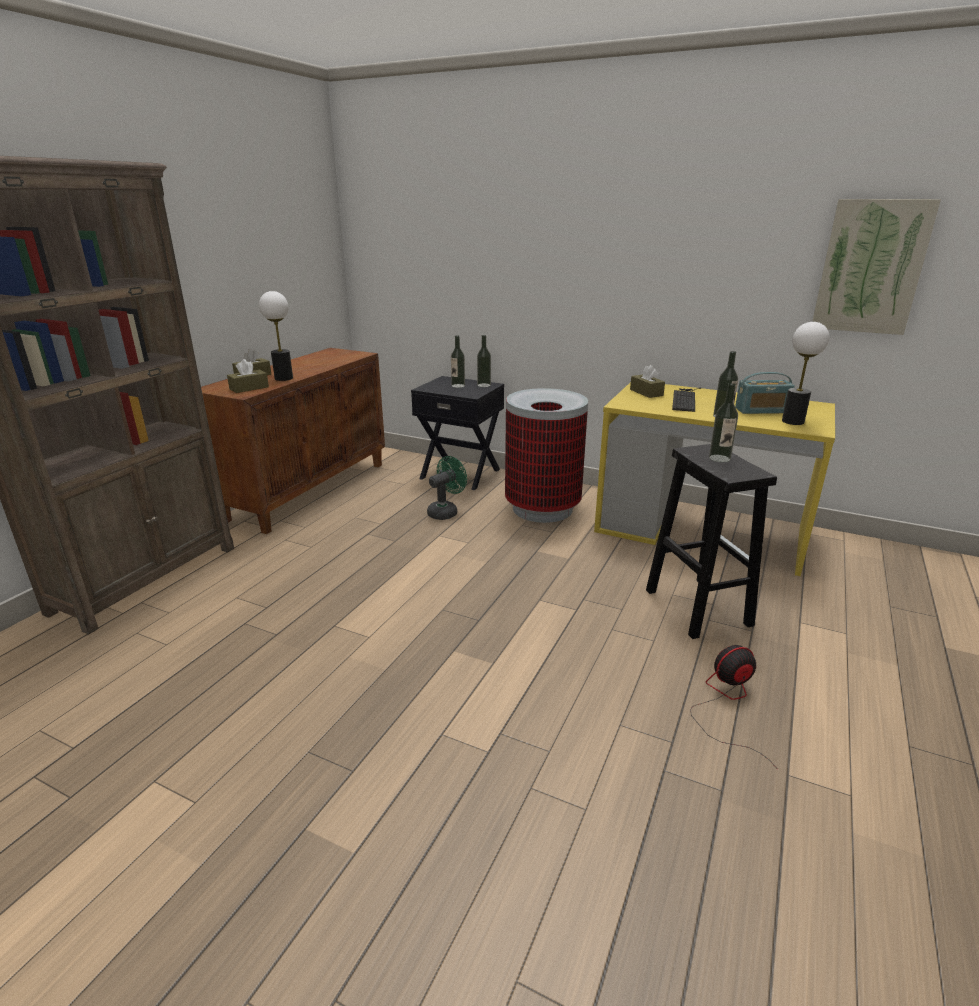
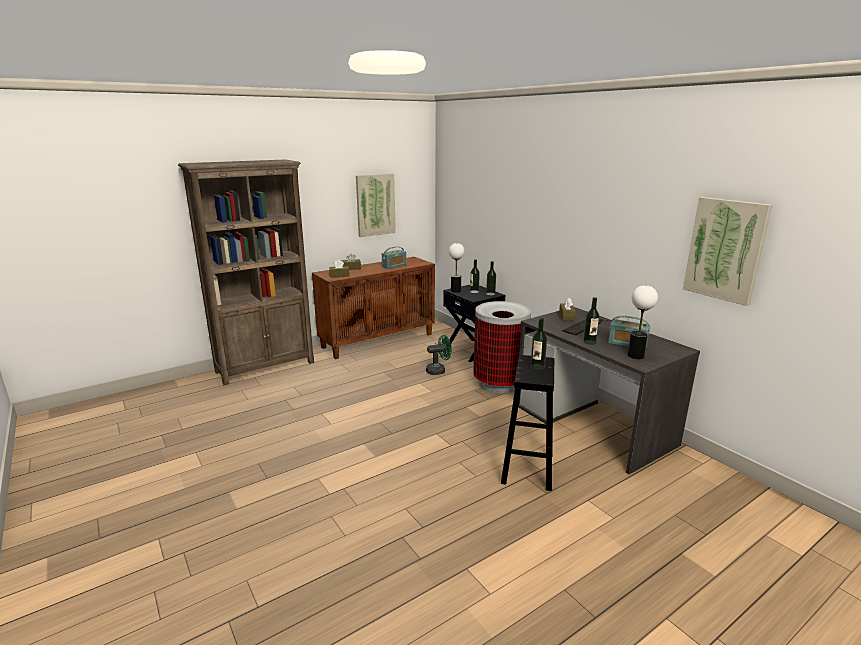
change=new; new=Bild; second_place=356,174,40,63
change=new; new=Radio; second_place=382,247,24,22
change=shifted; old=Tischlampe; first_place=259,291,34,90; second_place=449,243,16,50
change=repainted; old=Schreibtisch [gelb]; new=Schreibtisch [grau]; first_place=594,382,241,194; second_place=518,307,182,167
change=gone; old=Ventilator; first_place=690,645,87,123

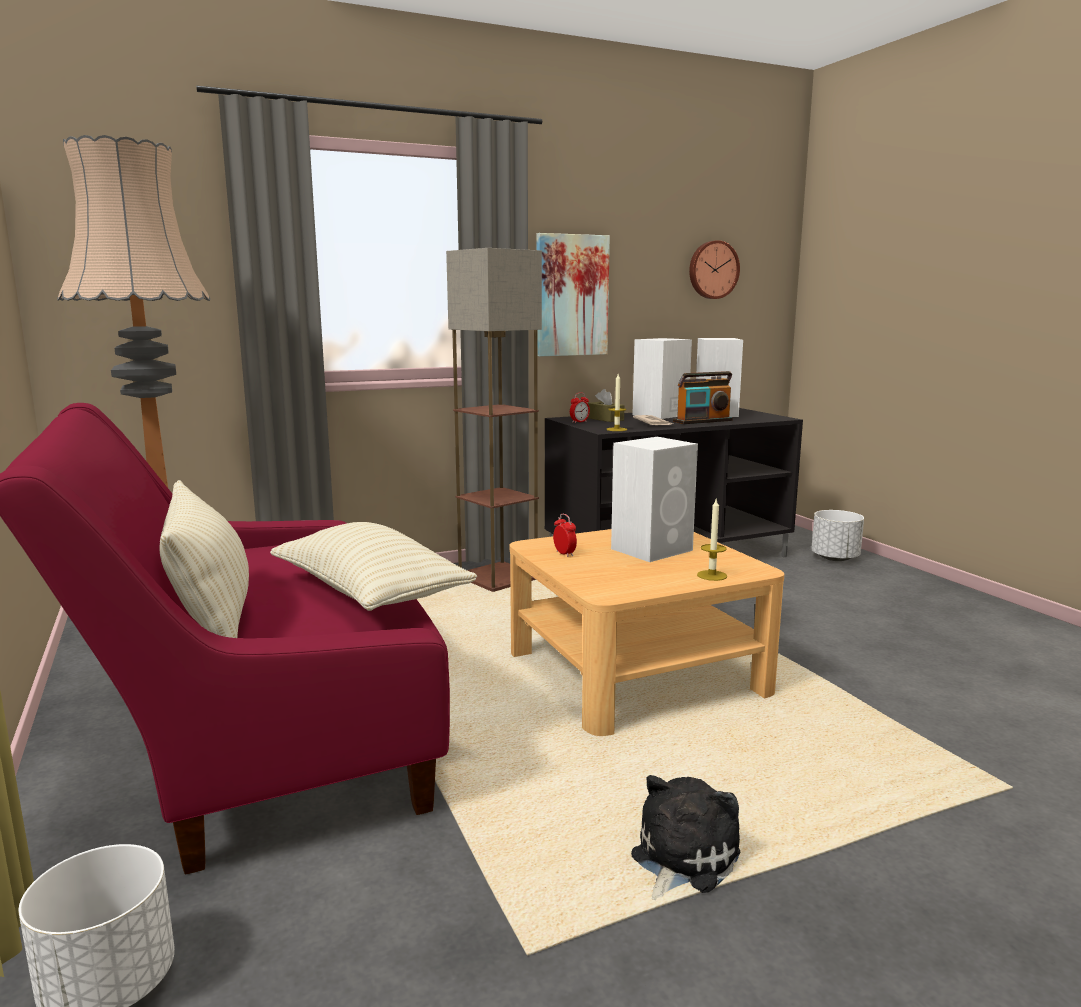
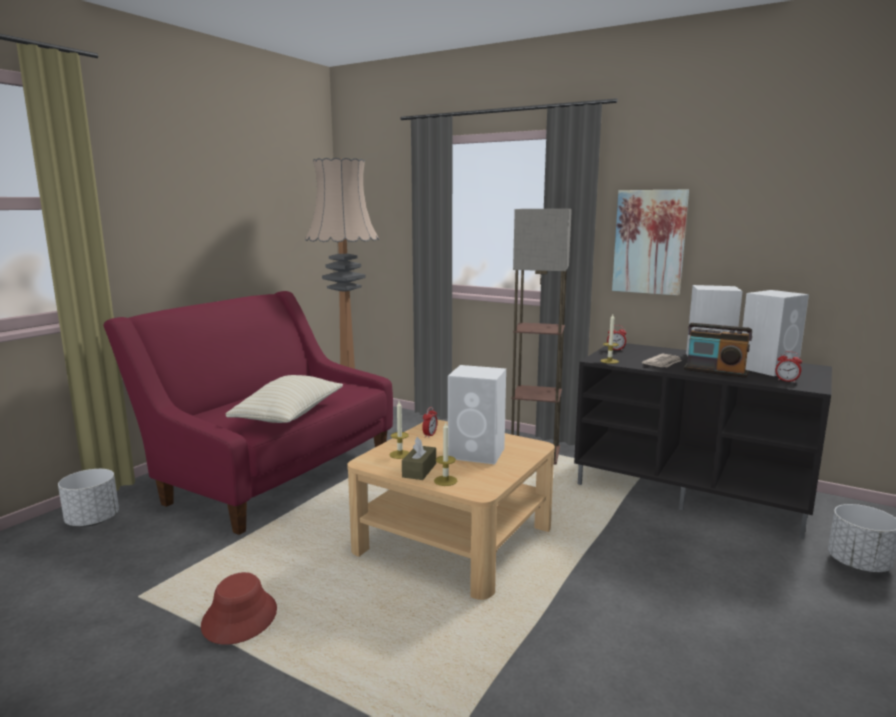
change=swapped; old=Plüschtier; new=Hut [rot]; first_place=631,775,110,125; second_place=201,572,76,73
change=new; new=Kerze; second_place=390,401,19,58
change=shifted; old=Taschentuchbox [braun]; first_place=588,389,36,33; second_place=402,437,34,43
change=new; new=Wecker; second_place=775,351,27,32
change=gone; old=Kissen [beige]; first_place=159,480,90,158
change=gone; old=Wanduhr; first_place=689,240,51,59

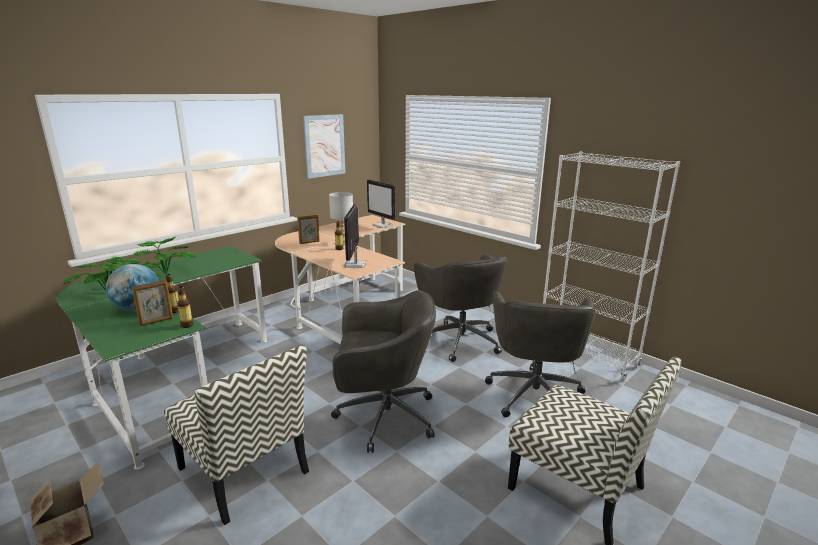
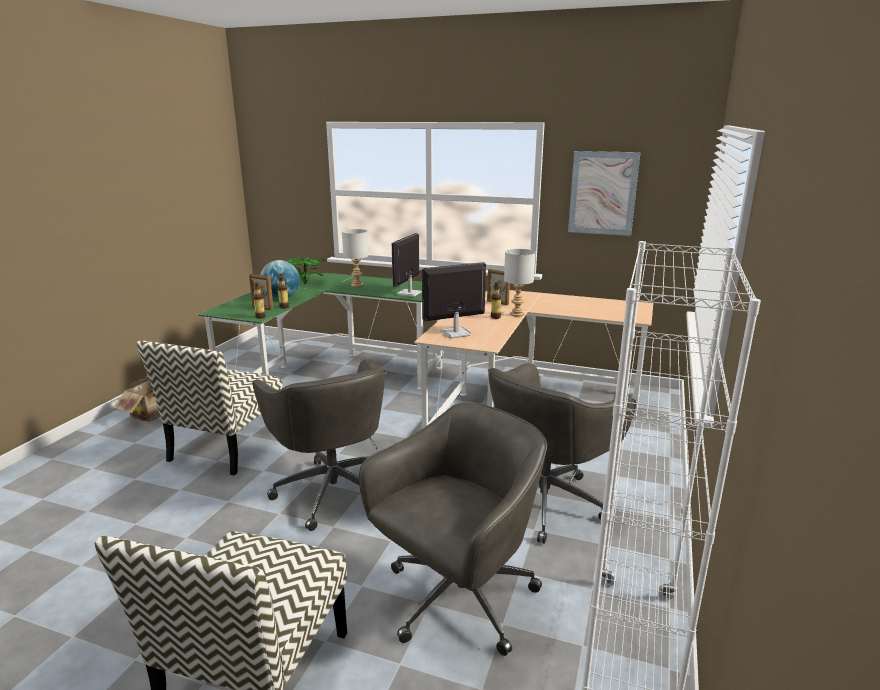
change=swapped; old=Topfpflanze; new=Tischlampe [grau]; first_place=133,237,62,37; second_place=342,229,27,58
change=rotated; old=Bürostuhl [grau]; first_place=485,291,111,126; second_place=359,403,188,253; degrees=150
change=shifted; old=Monitor; first_place=367,180,29,48; second_place=392,233,30,64

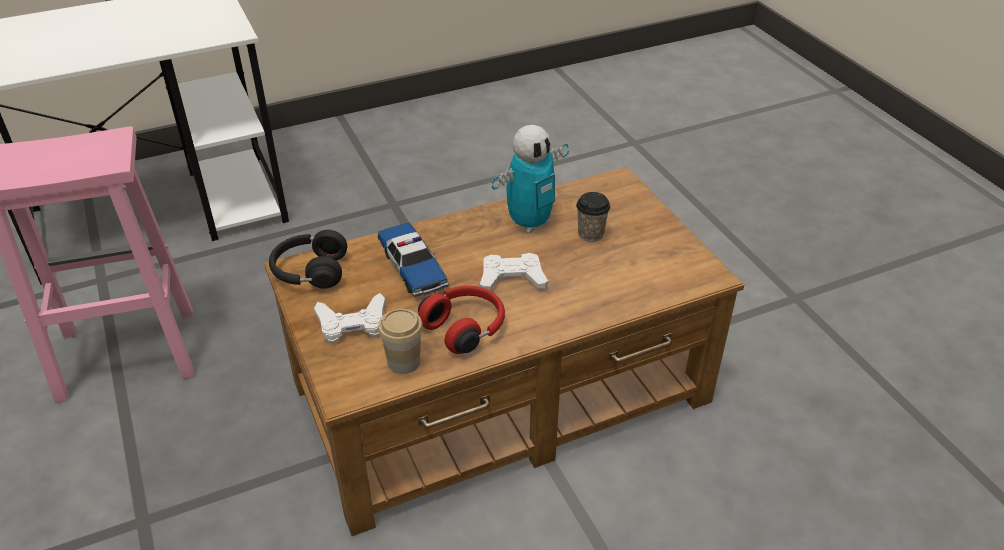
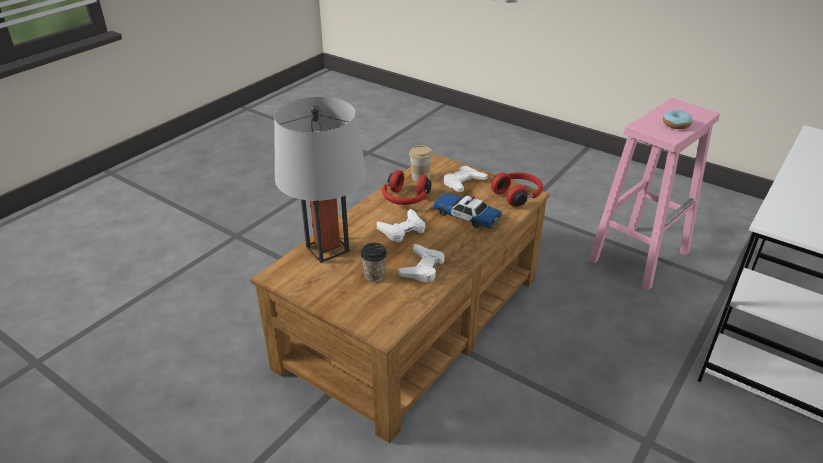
change=new; new=Tischlampe [grau]; second_place=274,97,92,166
change=swapped; old=Spielzeugroboter; new=Gamepad [weiß]; first_place=492,125,77,108; second_place=398,244,46,38
change=repainted; old=Kopfhörer [schwarz]; new=Kopfhörer [rot]; first_place=269,230,78,59; second_place=491,172,52,35
change=new; new=Donut; second_place=663,110,30,19

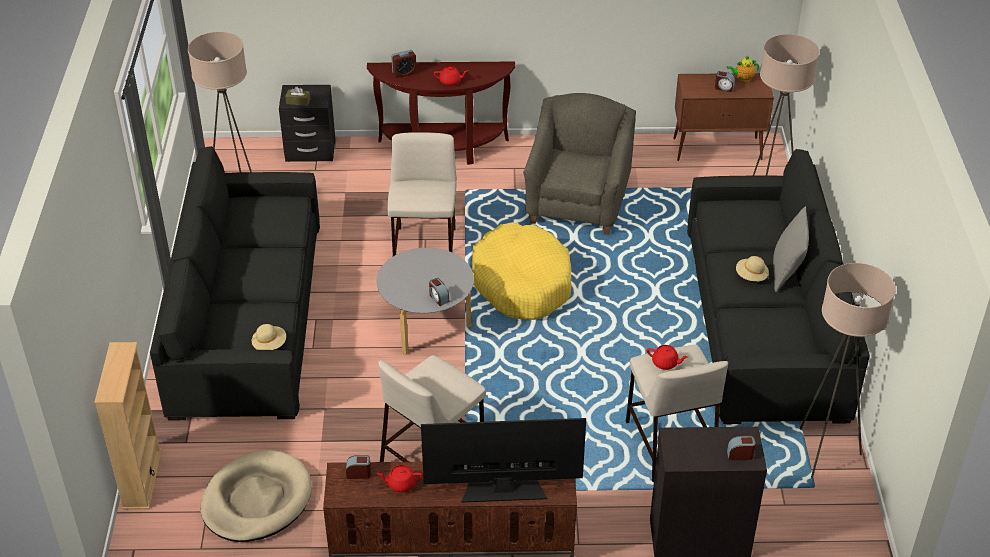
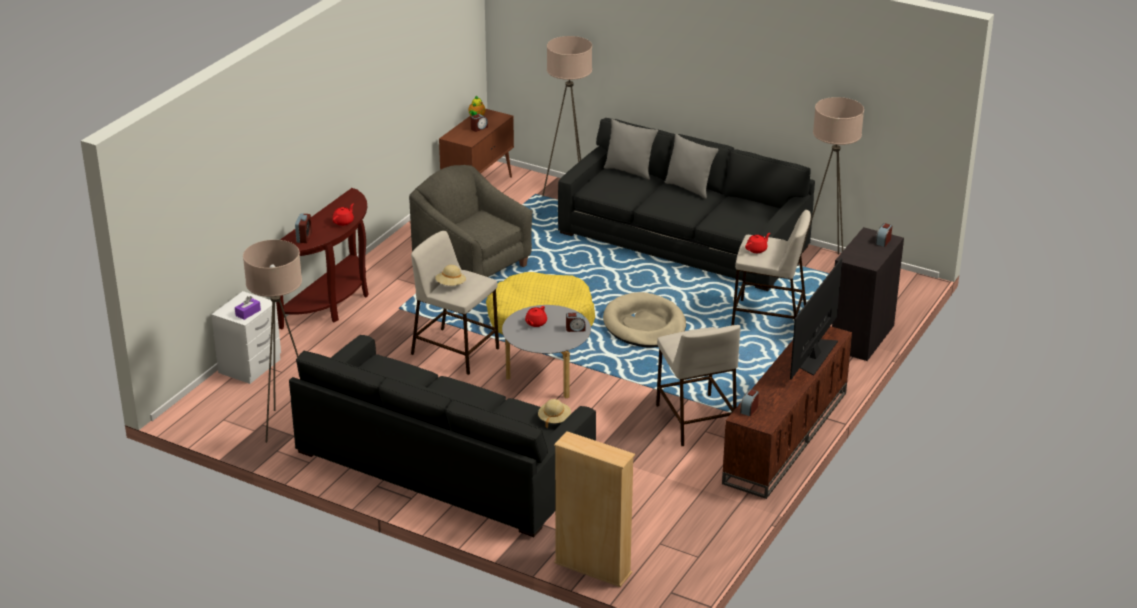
change=repainted; old=Nachttisch [schwarz]; new=Nachttisch [weiß]; first_place=279,85,56,77; second_place=211,291,70,93
change=repainted; old=Taschentuchbox [braun]; new=Taschentuchbox [lila]; first_place=285,86,26,20; second_place=235,296,26,24
change=shifted; old=Hut [beige]; first_place=736,256,33,26; second_place=435,265,31,21
change=shifted; old=Teekanne [rot]; first_place=377,465,46,27; second_place=525,306,22,21
change=shifted; old=Hundebett [beige]; first_place=201,450,111,92; second_place=603,292,83,55
change=new; new=Kissen [grau]; second_place=604,119,54,61

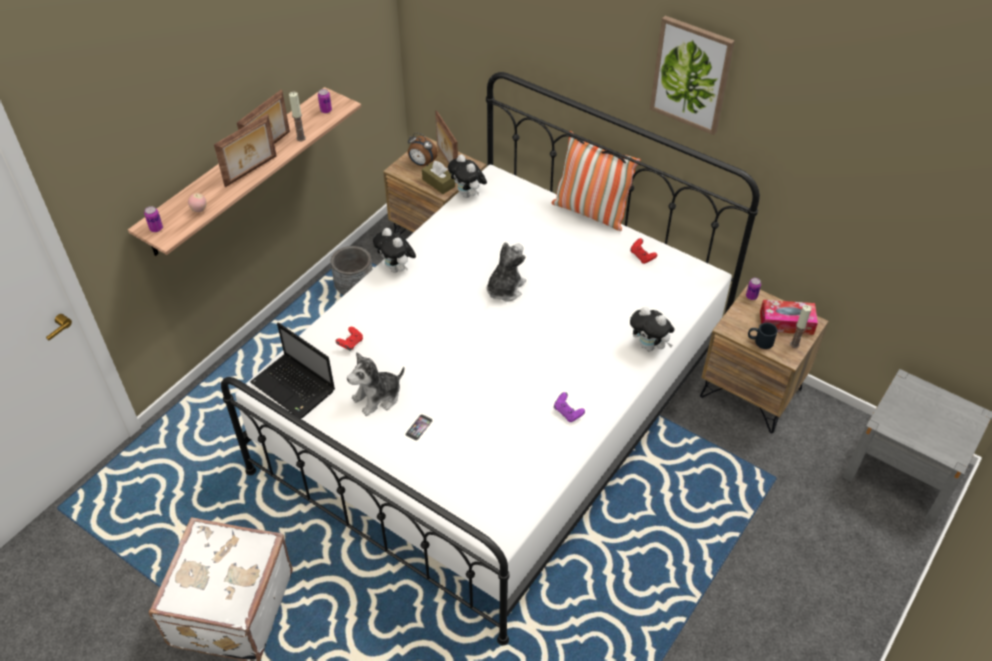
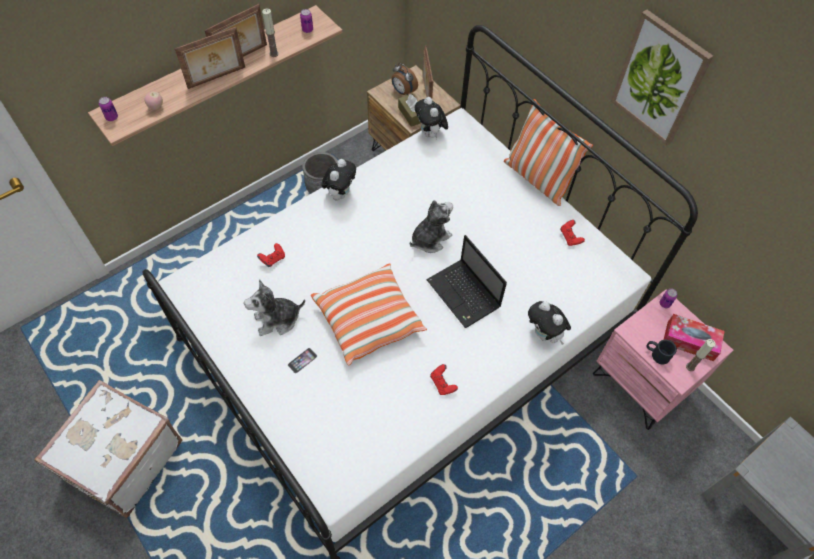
change=new; new=Kissen; second_place=311,263,116,102
change=rotated; old=Plüschtier; first_place=373,228,43,45; second_place=321,159,35,42; degrees=-135
change=shifted; old=Laptop; first_place=250,322,85,97; second_place=426,235,81,93
change=repainted; old=Gamepad [lila]; new=Gamepad [rot]; first_place=554,392,31,30; second_place=430,364,28,31
change=repainted; old=Nachttisch [braun]; new=Nachttisch [rosa]; first_place=700,284,129,149; second_place=593,290,140,140

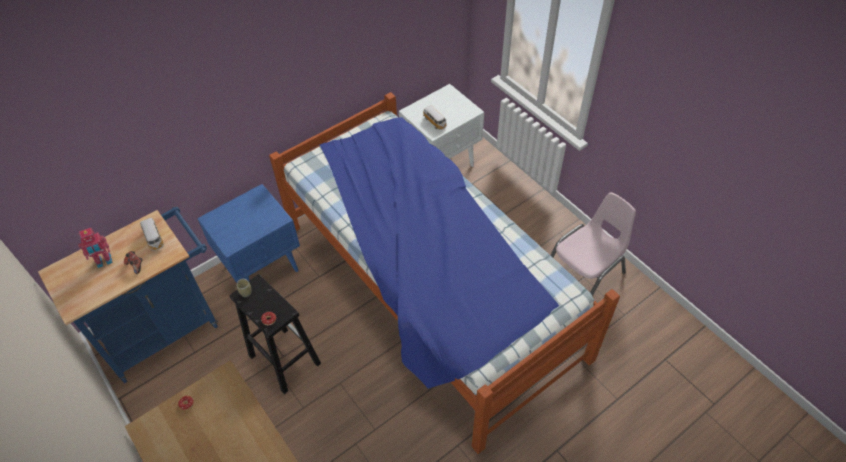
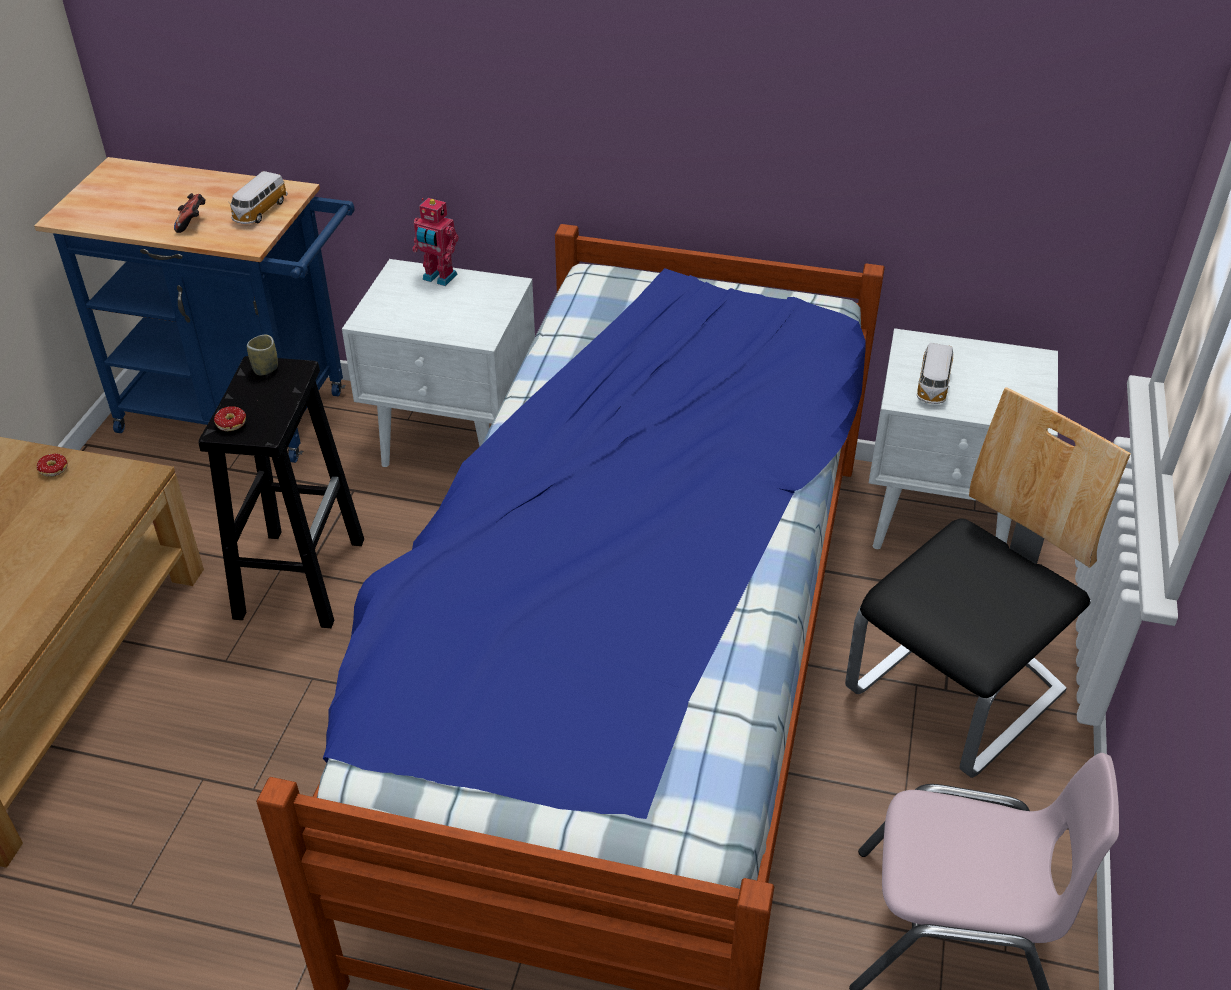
change=repainted; old=Nachttisch [blau]; new=Nachttisch [weiß]; first_place=197,184,103,99; second_place=342,259,193,208
change=shifted; old=Spielzeugroboter; first_place=78,228,35,40; second_place=412,198,47,88
change=new; new=Stuhl; second_place=845,387,286,391

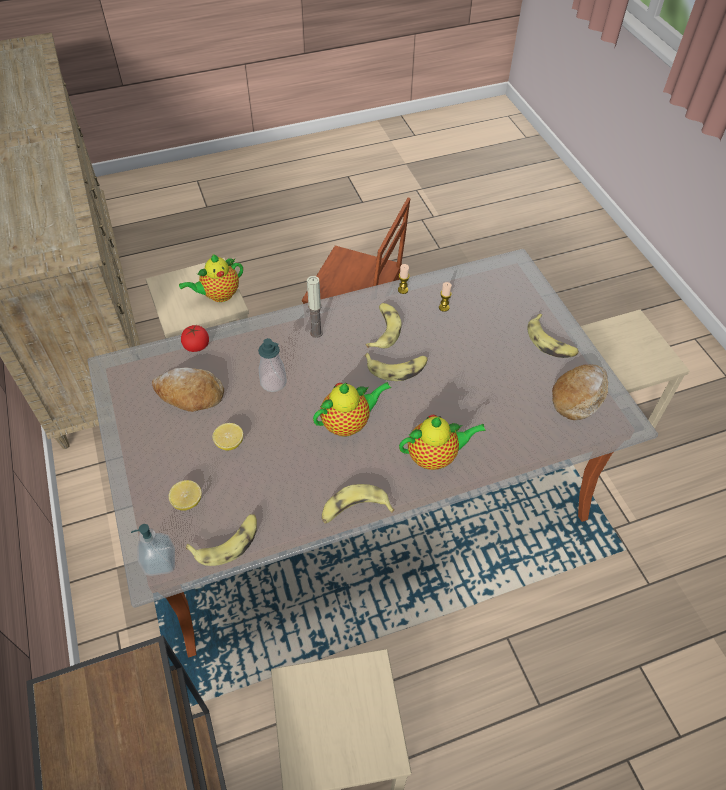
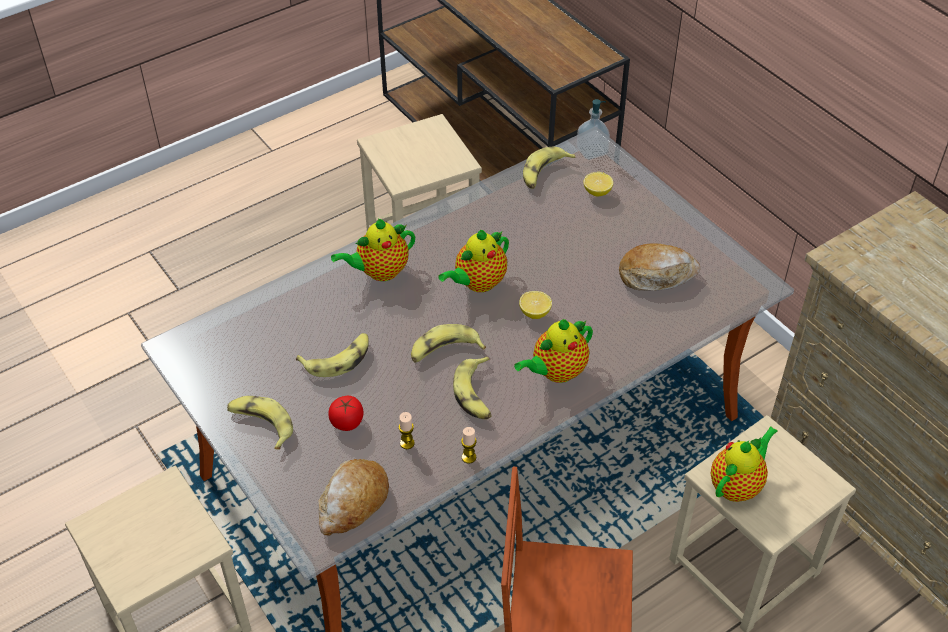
change=shifted; old=Banane; first_place=322,484,72,40; second_place=296,333,73,44
change=shifted; old=Brot; first_place=552,365,56,55; second_place=318,459,71,77
change=shifted; old=Tomate; first_place=181,325,28,27; second_place=328,396,36,35
change=swapped; old=Kerze; new=Teekanne; first_place=307,276,16,62; second_place=514,319,79,64
change=shifted; old=Zitrone; first_place=212,423,31,28; second_place=519,291,33,28
change=gone; old=Seifenspender; first_place=258,338,29,54

